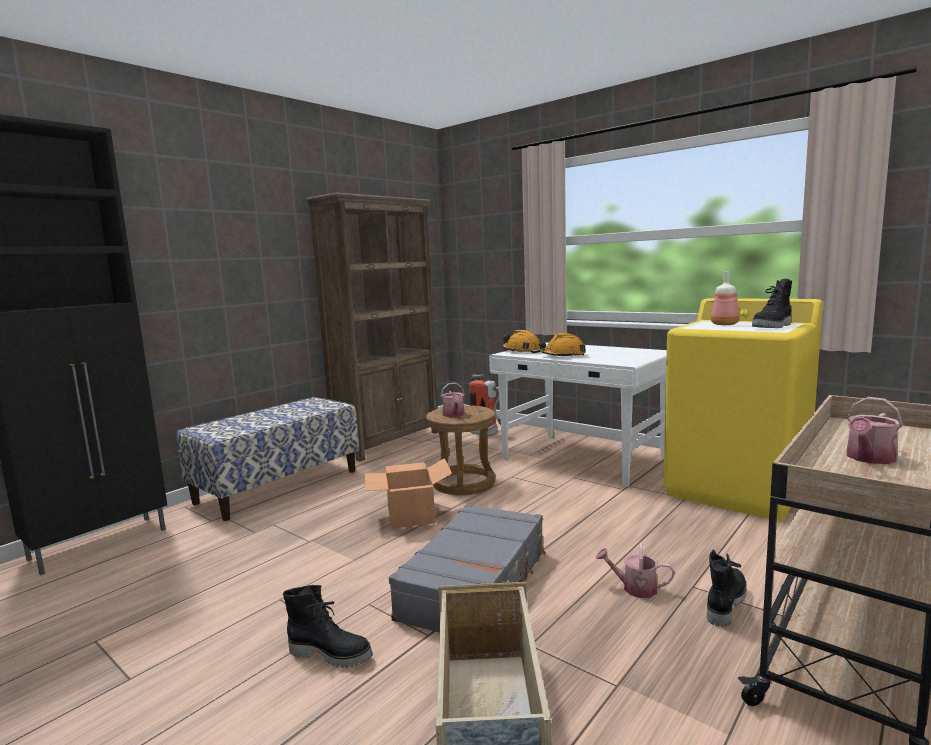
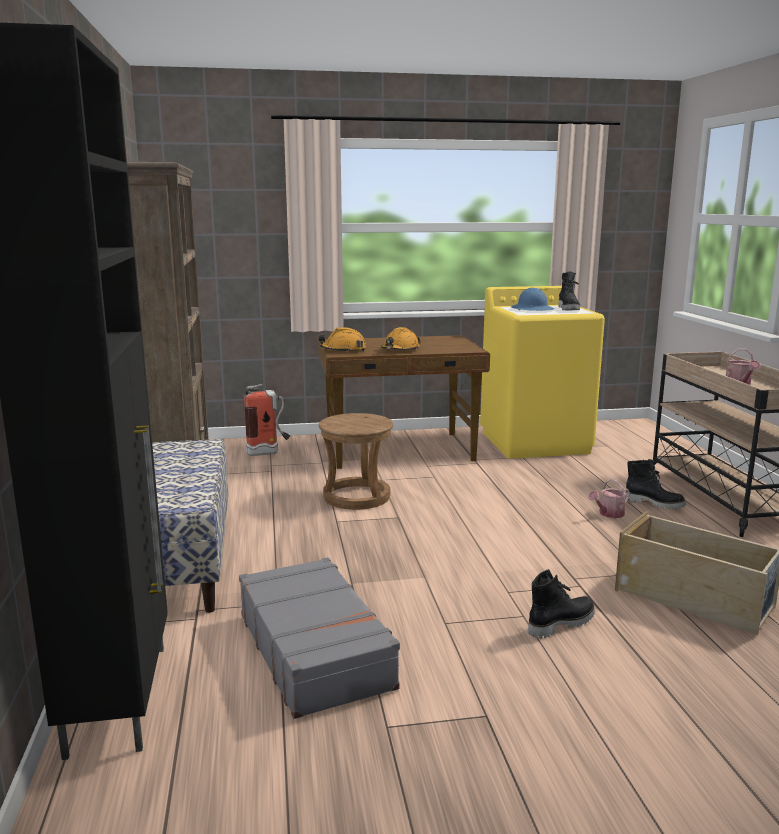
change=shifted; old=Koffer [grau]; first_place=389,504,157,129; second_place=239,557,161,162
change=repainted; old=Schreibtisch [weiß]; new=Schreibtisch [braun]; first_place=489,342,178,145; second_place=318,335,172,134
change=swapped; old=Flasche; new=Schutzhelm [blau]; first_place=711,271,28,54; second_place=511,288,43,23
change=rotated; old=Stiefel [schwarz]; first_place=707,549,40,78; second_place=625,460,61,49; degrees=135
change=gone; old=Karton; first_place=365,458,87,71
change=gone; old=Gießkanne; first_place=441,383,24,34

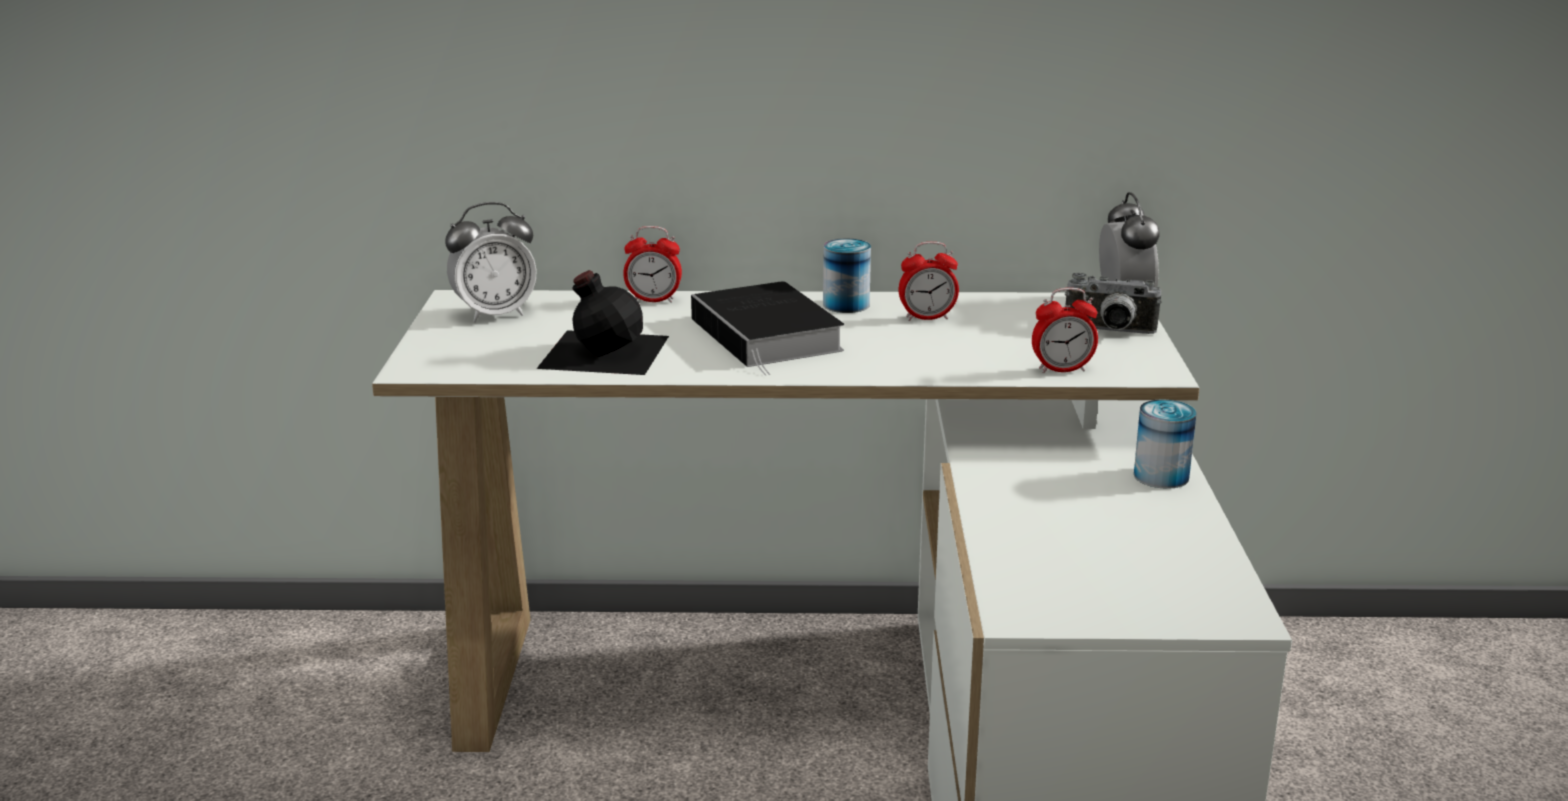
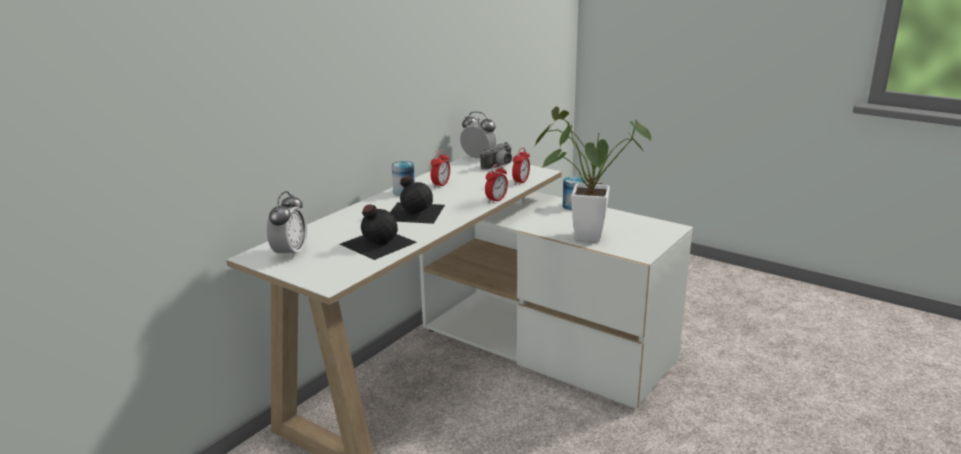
change=swapped; old=Buch; new=Flasche [schwarz]; first_place=691,281,153,94; second_place=390,175,55,49
change=shifted; old=Wecker; first_place=623,226,59,77; second_place=485,164,23,39
change=new; new=Topfpflanze; second_place=535,107,117,135

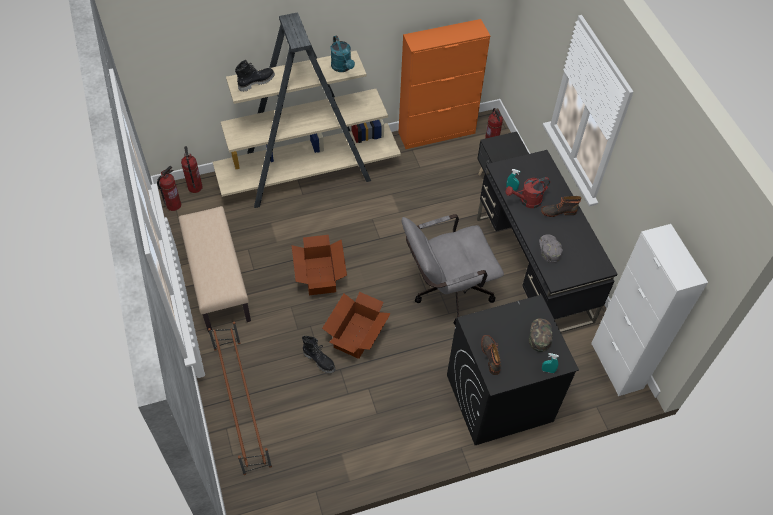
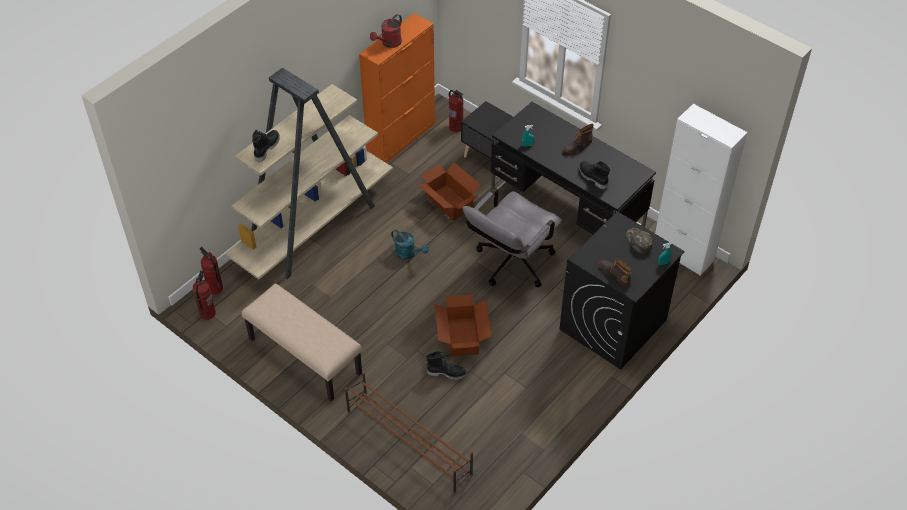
change=shifted; old=Gießkanne [rot]; first_place=505,177,45,31; second_place=370,14,32,34
change=shifted; old=Gießkanne [türkis]; first_place=330,35,25,37; second_place=391,230,38,30
change=shifted; old=Karton; first_place=292,235,55,60; second_place=418,162,63,59
change=swapped; old=Kappe [grau]; new=Stiefel [schwarz]; first_place=539,234,24,29; second_place=579,161,31,28

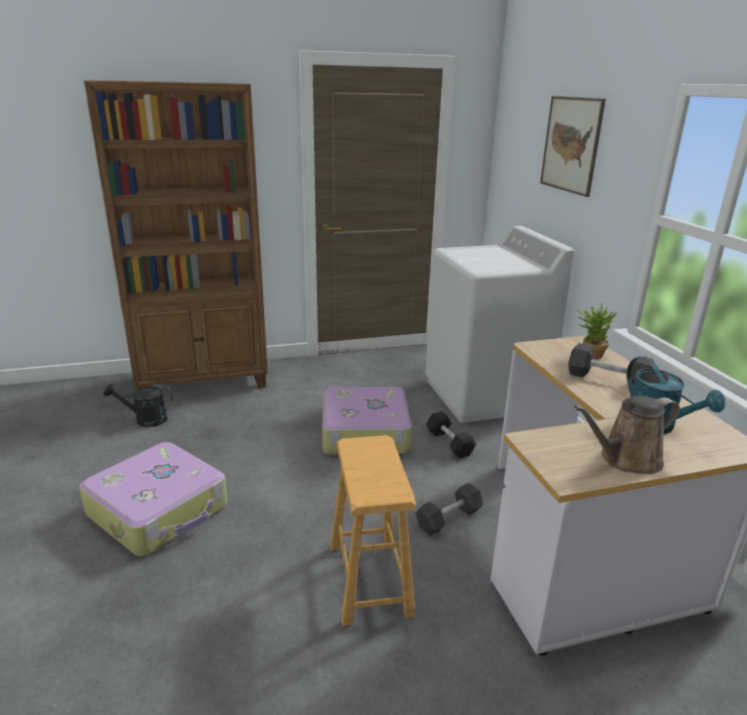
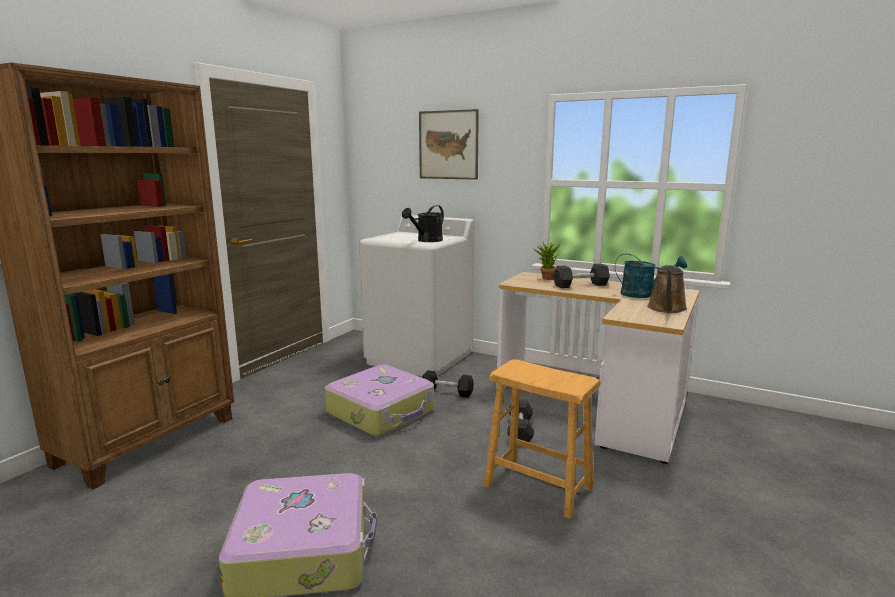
change=shifted; old=Gießkanne [schwarz]; first_place=104,384,68,43; second_place=402,205,42,37

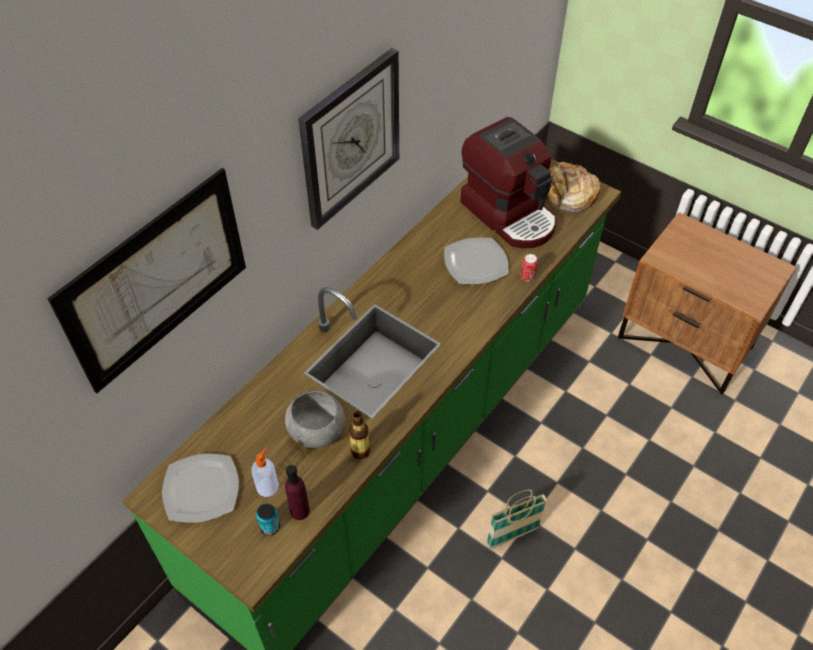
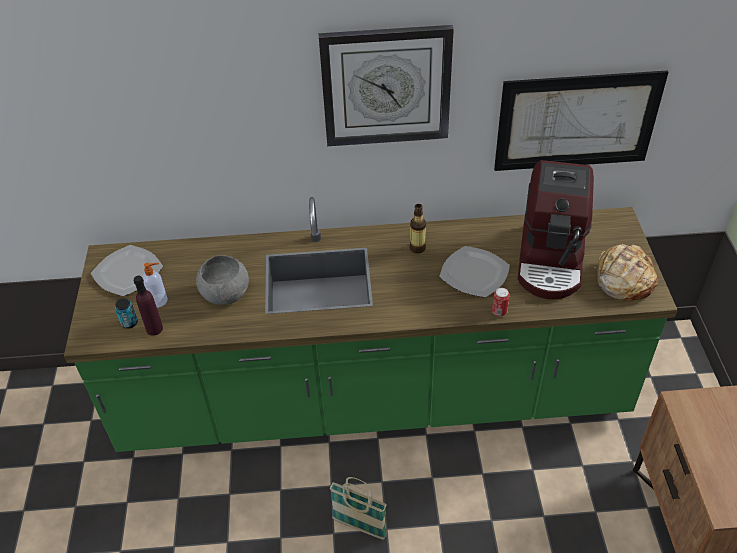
change=shifted; old=Flasche; first_place=349,411,21,48; second_place=410,204,16,49
change=shifted; old=Bild; first_place=47,168,199,226; second_place=494,70,174,101

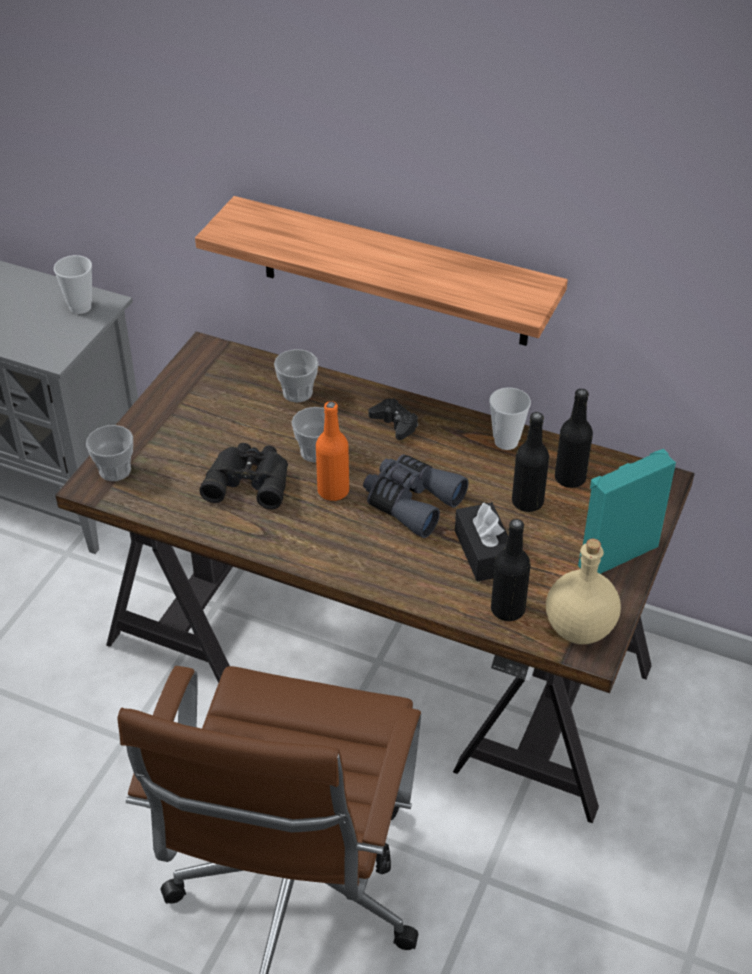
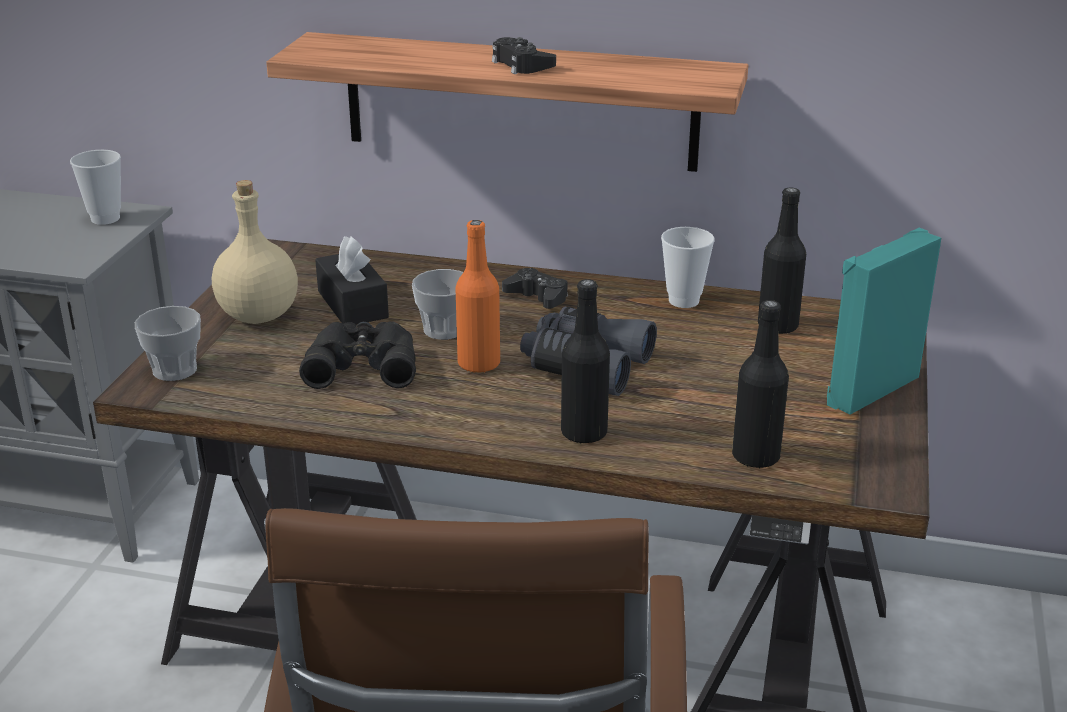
change=shifted; old=Flasche [beige]; first_place=546,539,75,106; second_place=212,180,86,144
change=shifted; old=Taschentuchbox [schwarz]; first_place=455,502,53,80; second_place=315,236,74,89
change=new; new=Gamepad [schwarz]; second_place=492,37,64,37
change=shifted; old=Flasche [schwarz]; first_place=512,412,37,100; second_place=561,279,49,165
change=gone; old=Tasse; first_place=274,349,44,54

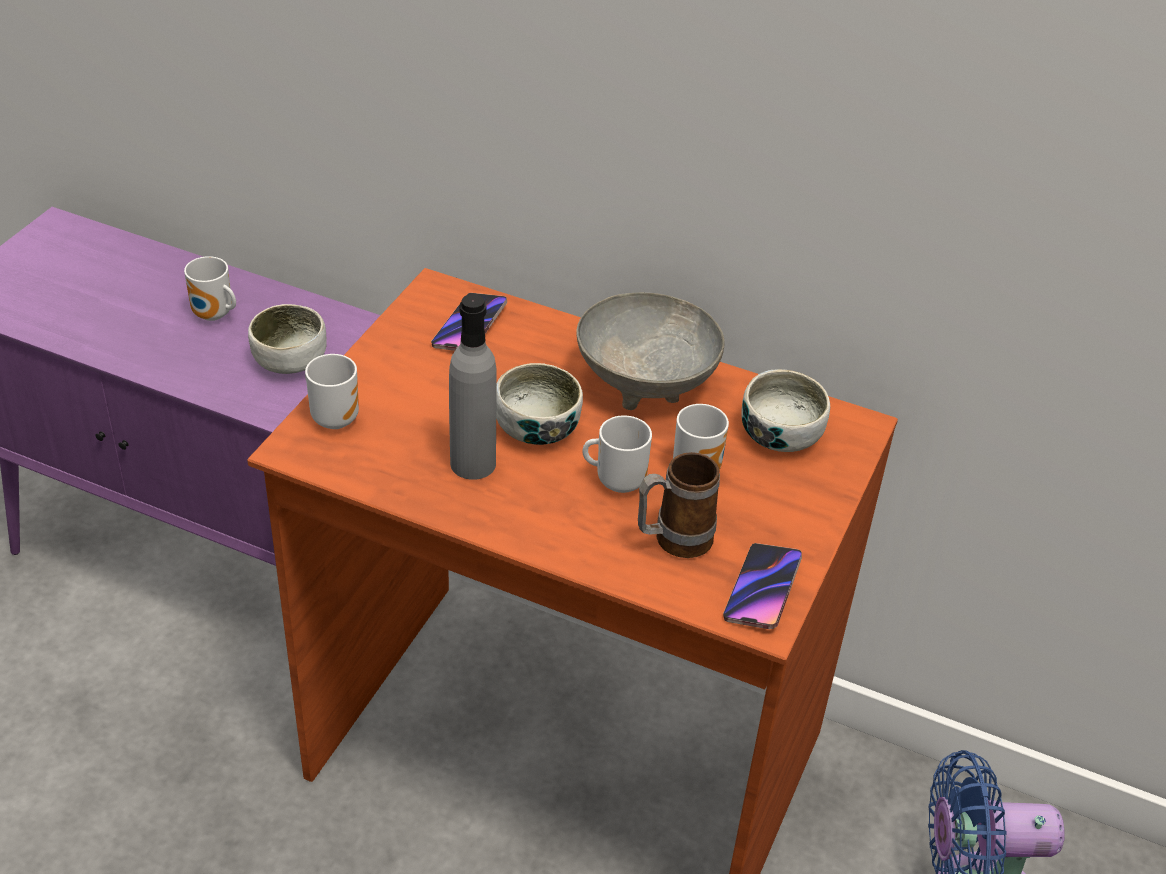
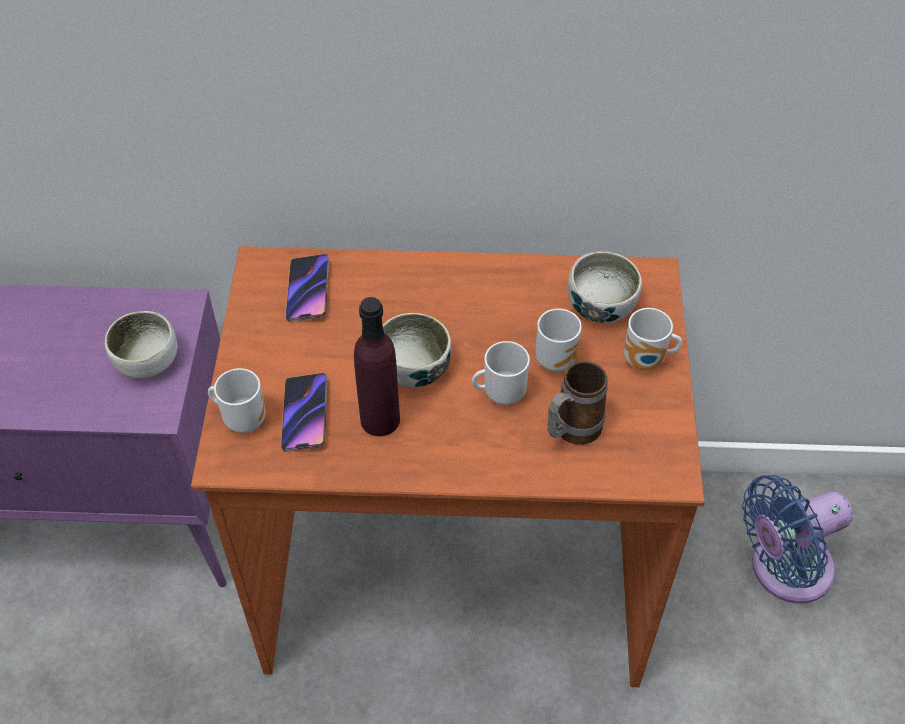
change=shifted; old=Handy; first_place=723,543,79,86; second_place=281,373,46,79
change=repainted; old=Flasche [grau]; new=Flasche [lila]; first_place=449,294,48,186; second_place=354,297,46,139
change=shifted; old=Henkelbecher; first_place=184,256,52,65; second_place=624,308,59,62
change=gone; old=Schüssel [grau]; first_place=576,292,149,118

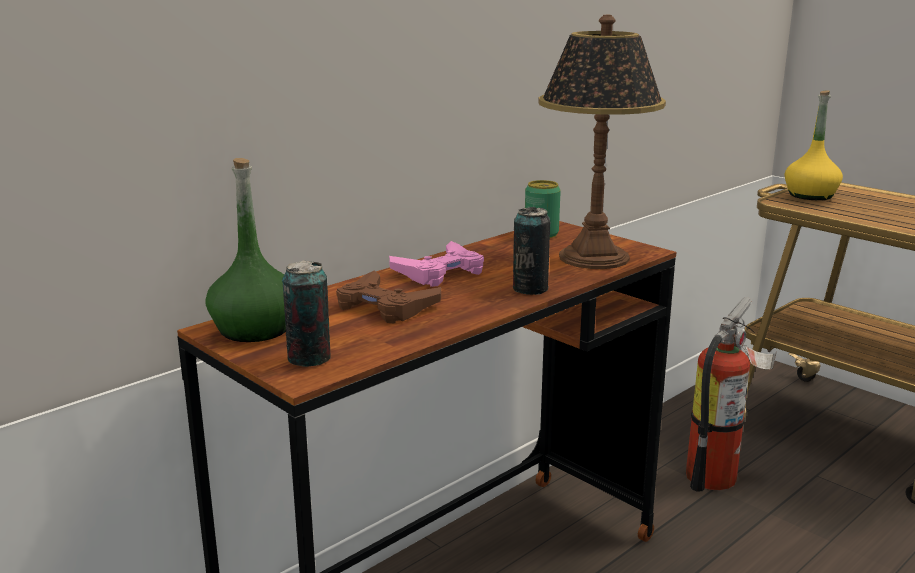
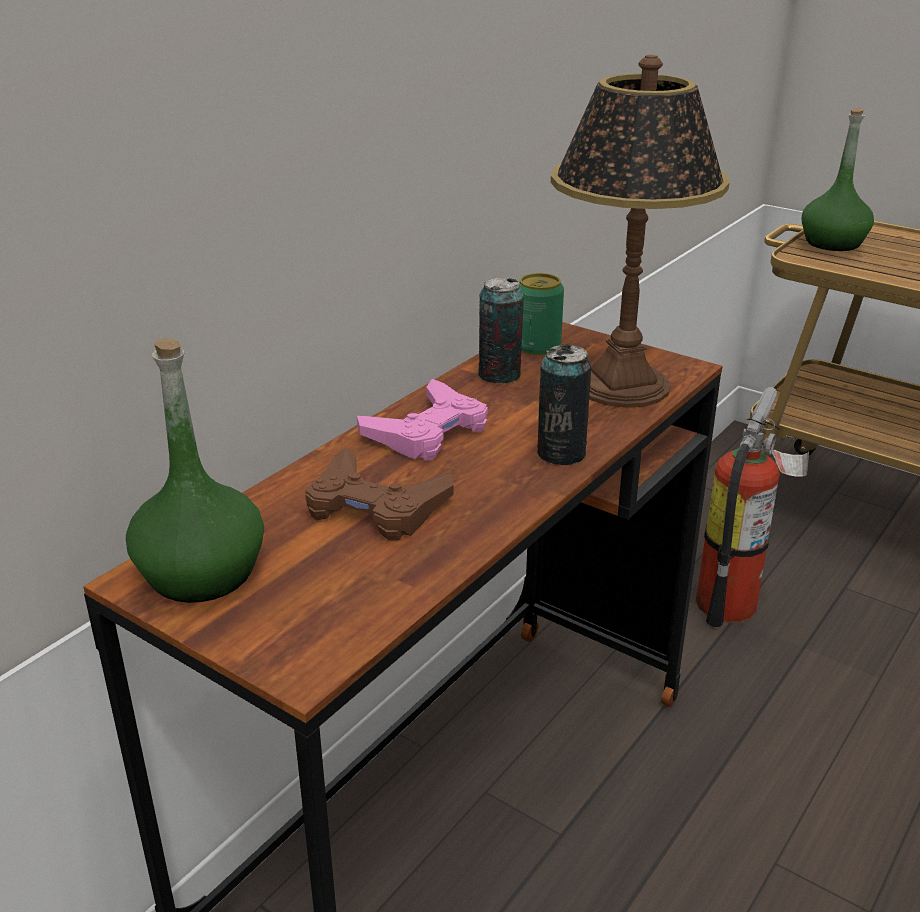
change=shifted; old=Dose; first_place=282,260,49,107; second_place=477,277,47,107
change=repainted; old=Flasche [gelb]; new=Flasche [grün]; first_place=785,90,58,110; second_place=802,108,72,143

